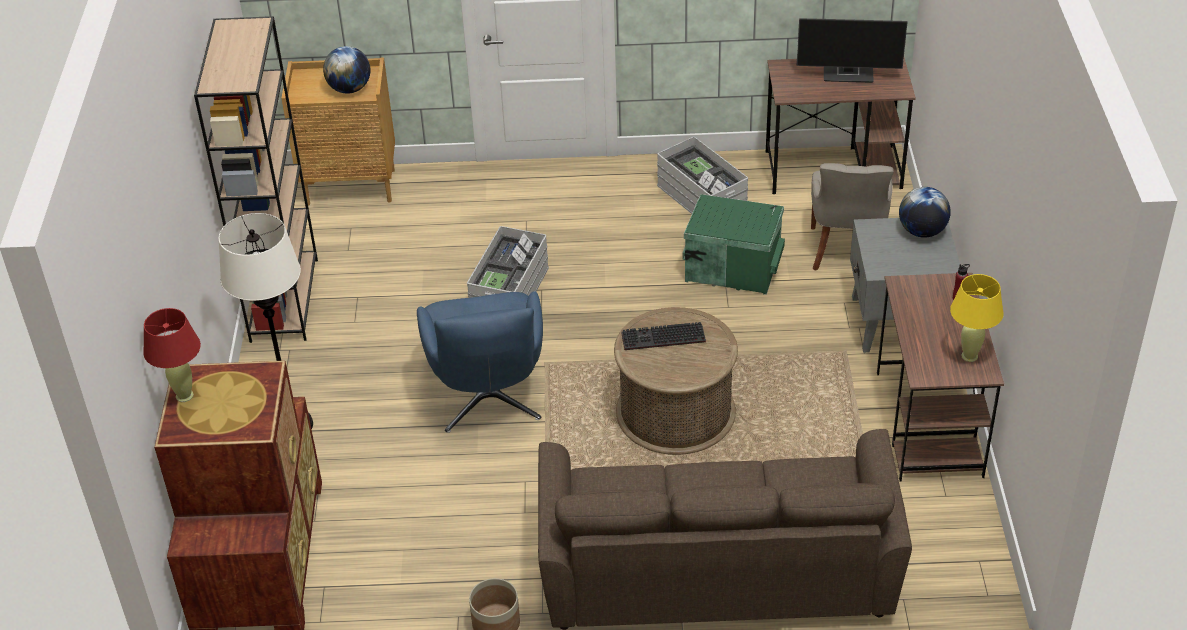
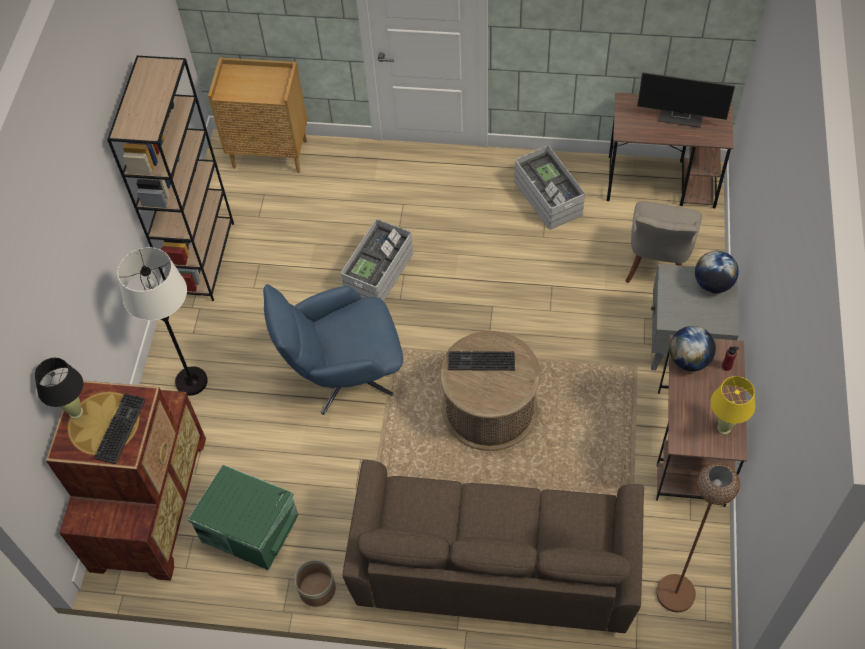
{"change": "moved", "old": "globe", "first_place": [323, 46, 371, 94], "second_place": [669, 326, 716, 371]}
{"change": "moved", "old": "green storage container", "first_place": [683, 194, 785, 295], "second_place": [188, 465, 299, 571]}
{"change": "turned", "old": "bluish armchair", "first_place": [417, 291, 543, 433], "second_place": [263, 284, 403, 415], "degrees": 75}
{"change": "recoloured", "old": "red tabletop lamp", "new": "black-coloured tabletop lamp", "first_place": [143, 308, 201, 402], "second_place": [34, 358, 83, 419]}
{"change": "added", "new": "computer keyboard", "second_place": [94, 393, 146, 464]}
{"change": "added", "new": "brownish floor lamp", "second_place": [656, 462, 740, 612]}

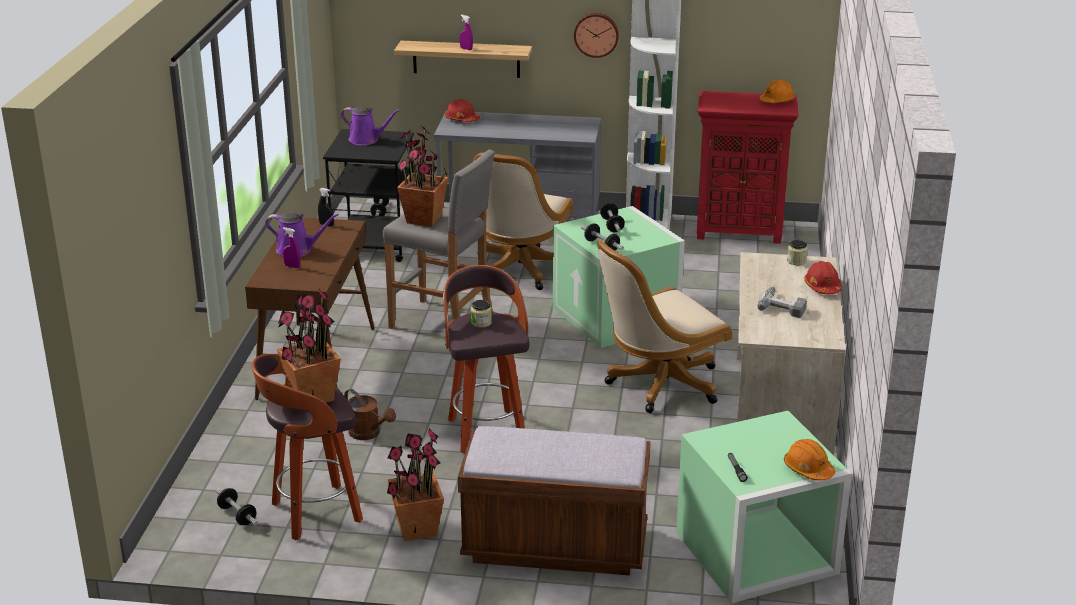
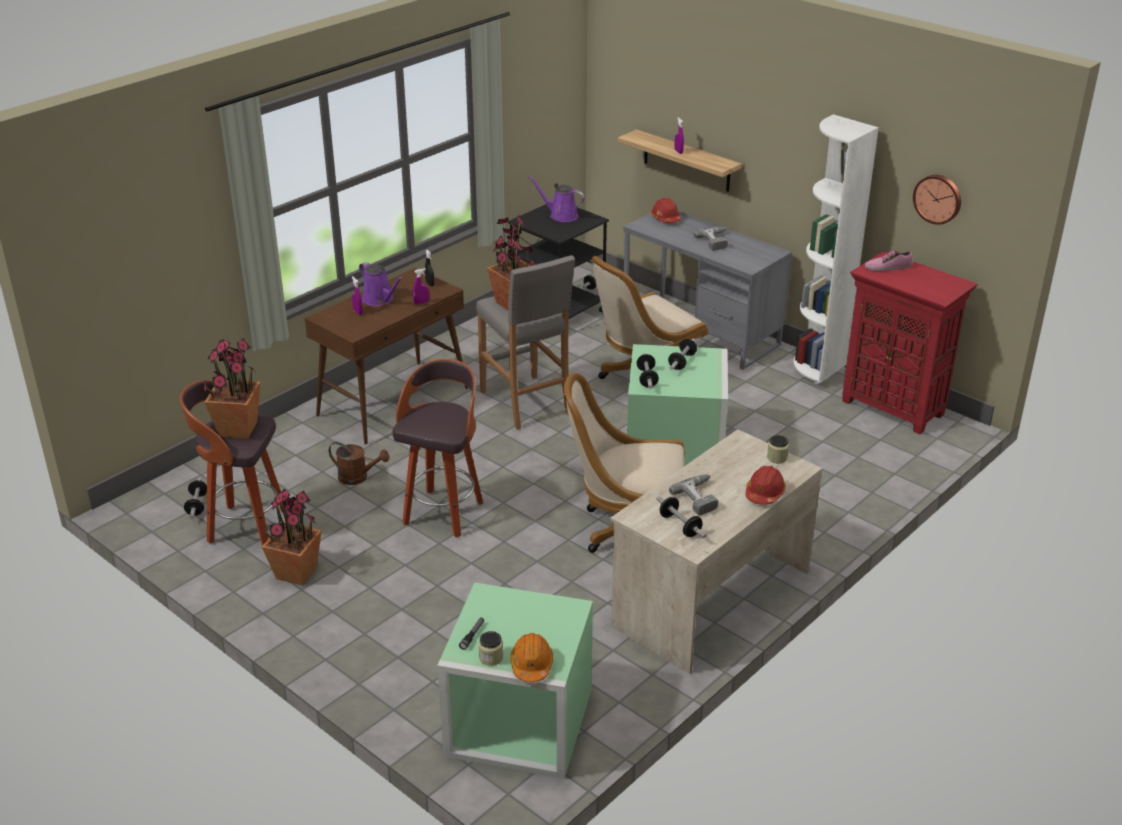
{"change": "moved", "old": "wall clock", "first_place": [574, 13, 619, 58], "second_place": [913, 175, 961, 225]}
{"change": "removed", "old": "orange hard hat", "first_place": [759, 80, 795, 103]}
{"change": "turned", "old": "purple watering can", "first_place": [341, 107, 400, 145], "second_place": [528, 176, 585, 222], "degrees": 150}
{"change": "moved", "old": "storage jar", "first_place": [471, 300, 492, 328], "second_place": [478, 631, 503, 666]}
{"change": "turned", "old": "brownish watering can", "first_place": [344, 389, 396, 440], "second_place": [329, 442, 389, 485], "degrees": -60}
{"change": "removed", "old": "brownish long seat", "first_place": [458, 426, 651, 576]}
{"change": "added", "new": "power drill", "second_place": [694, 227, 728, 251]}
{"change": "added", "new": "low shoe", "second_place": [865, 250, 913, 271]}
{"change": "added", "new": "purple sprayer", "second_place": [413, 268, 429, 305]}
{"change": "added", "new": "free weight", "second_place": [656, 496, 707, 539]}

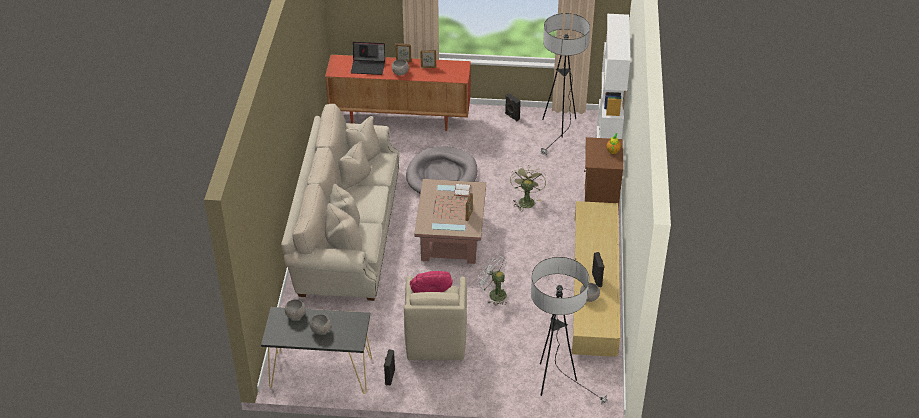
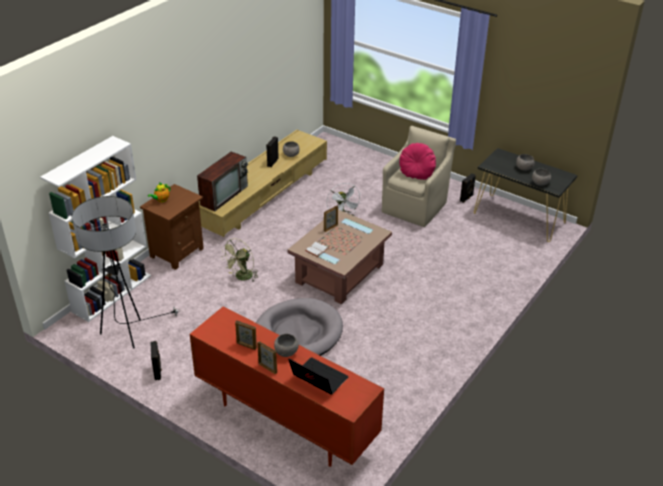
{"change": "removed", "old": "beige settee", "first_place": [281, 104, 399, 301]}
{"change": "removed", "old": "floor lamp", "first_place": [531, 257, 609, 405]}
{"change": "added", "new": "television", "second_place": [197, 151, 248, 211]}

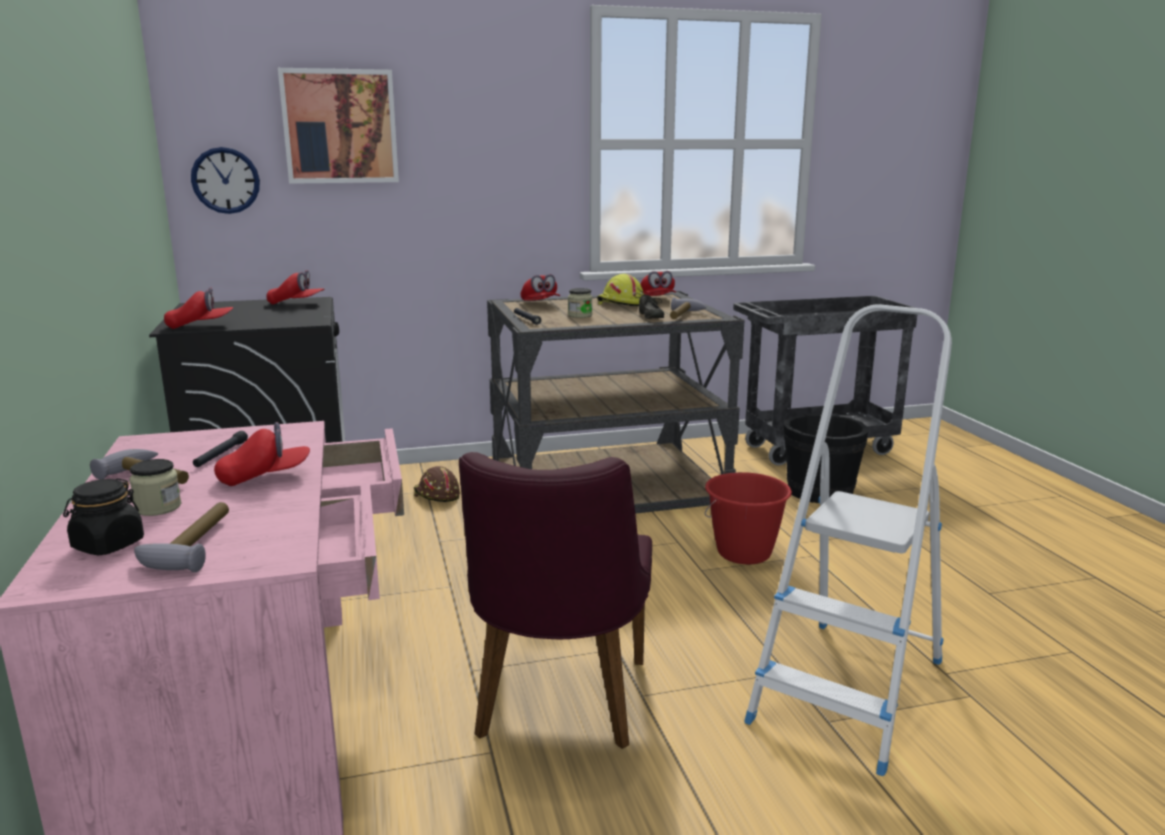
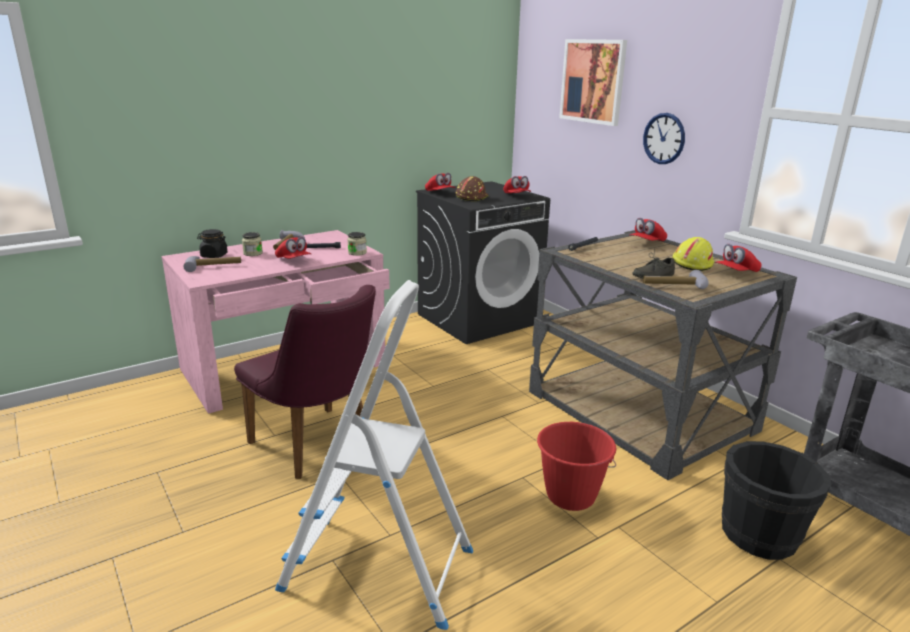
{"change": "moved", "old": "wall clock", "first_place": [191, 147, 260, 214], "second_place": [643, 113, 685, 164]}
{"change": "moved", "old": "storage jar", "first_place": [568, 288, 592, 318], "second_place": [347, 232, 367, 256]}
{"change": "turned", "old": "purple chair", "first_place": [459, 452, 652, 749], "second_place": [234, 285, 376, 479], "degrees": -120}
{"change": "moved", "old": "brownish hard hat", "first_place": [414, 466, 460, 502], "second_place": [455, 176, 488, 201]}

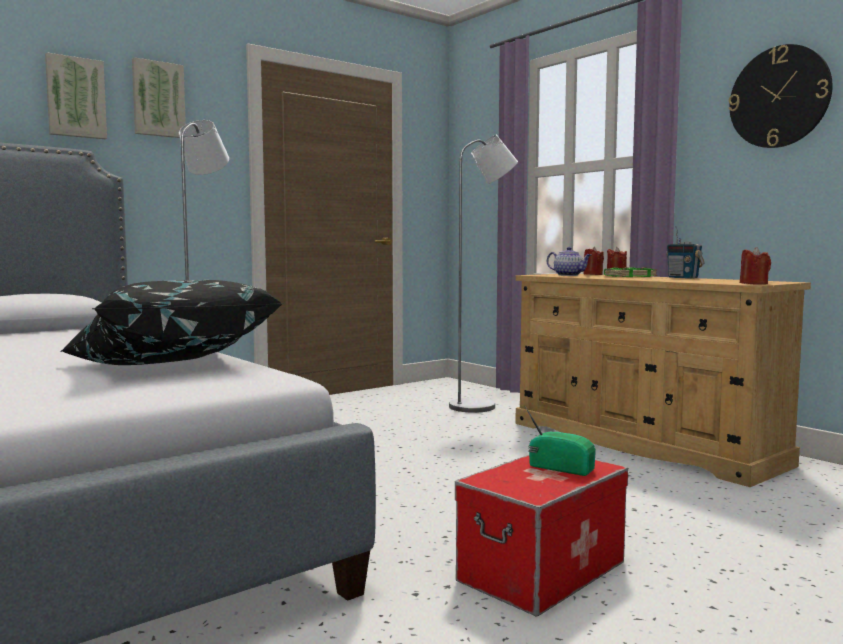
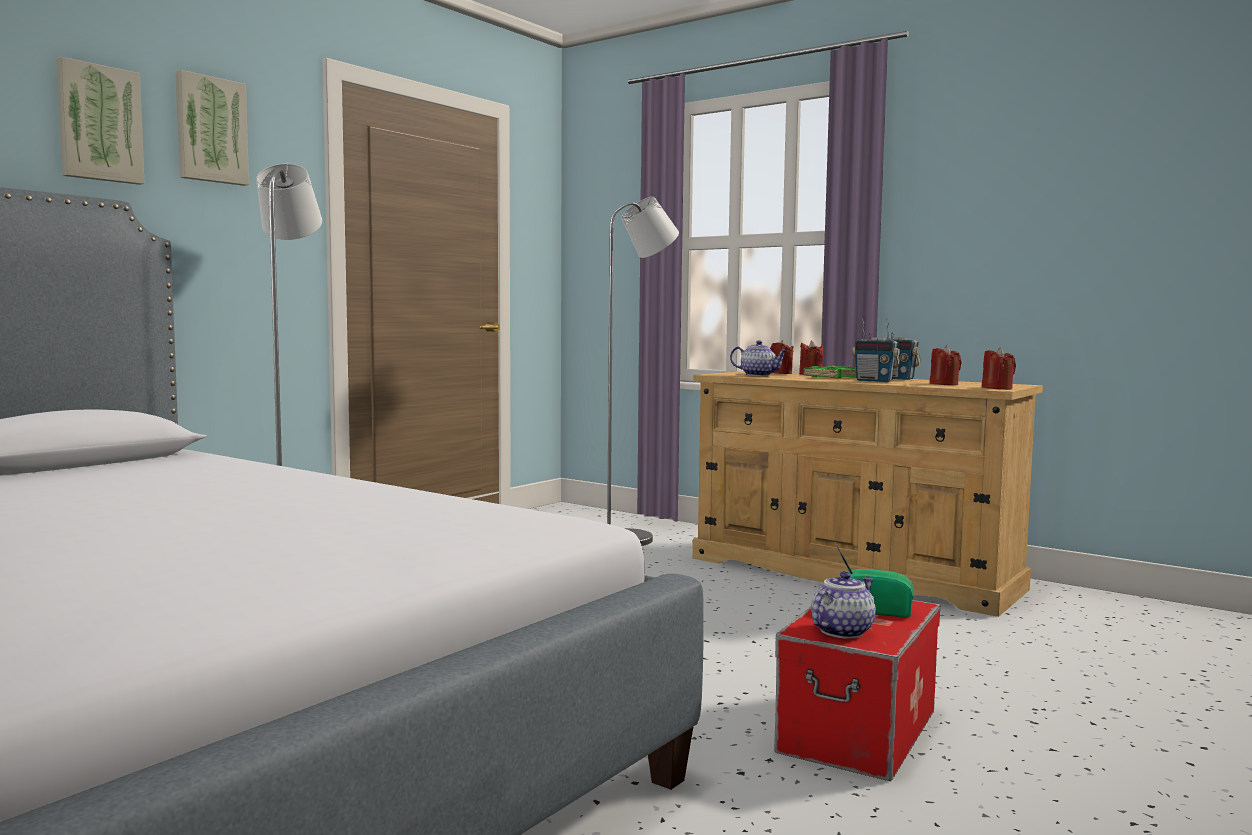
{"change": "removed", "old": "wall clock", "first_place": [729, 44, 833, 148]}
{"change": "removed", "old": "black-coloured cushion", "first_place": [60, 280, 284, 365]}
{"change": "added", "new": "radio receiver", "second_place": [852, 318, 900, 382]}
{"change": "added", "new": "red candle", "second_place": [930, 345, 962, 385]}
{"change": "added", "new": "pot for tea", "second_place": [811, 571, 876, 639]}

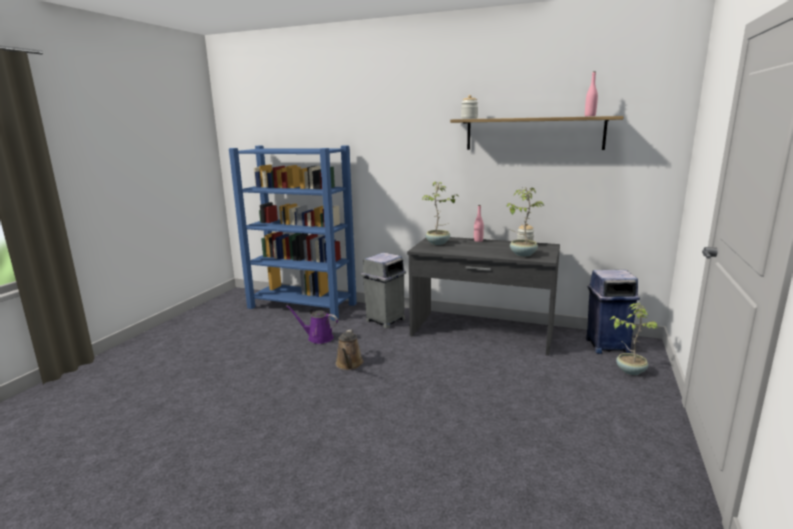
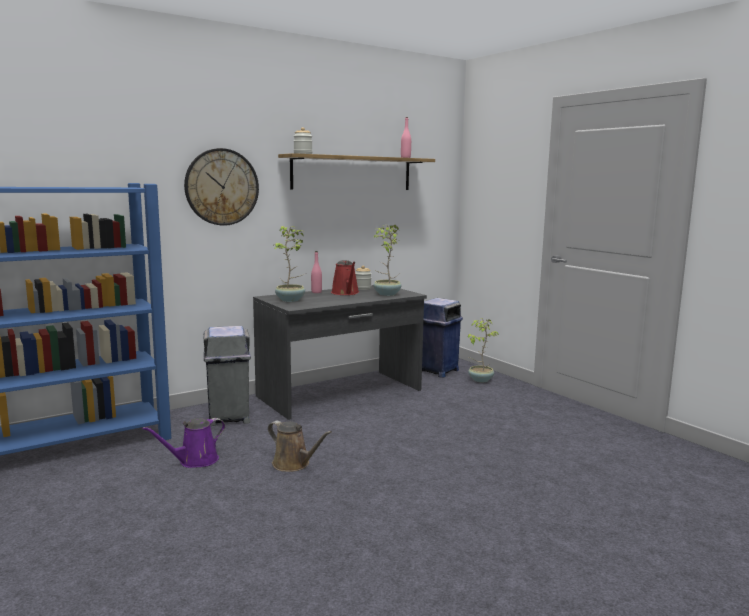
{"change": "added", "new": "wall clock", "second_place": [184, 148, 259, 226]}
{"change": "added", "new": "red watering can", "second_place": [331, 260, 359, 295]}

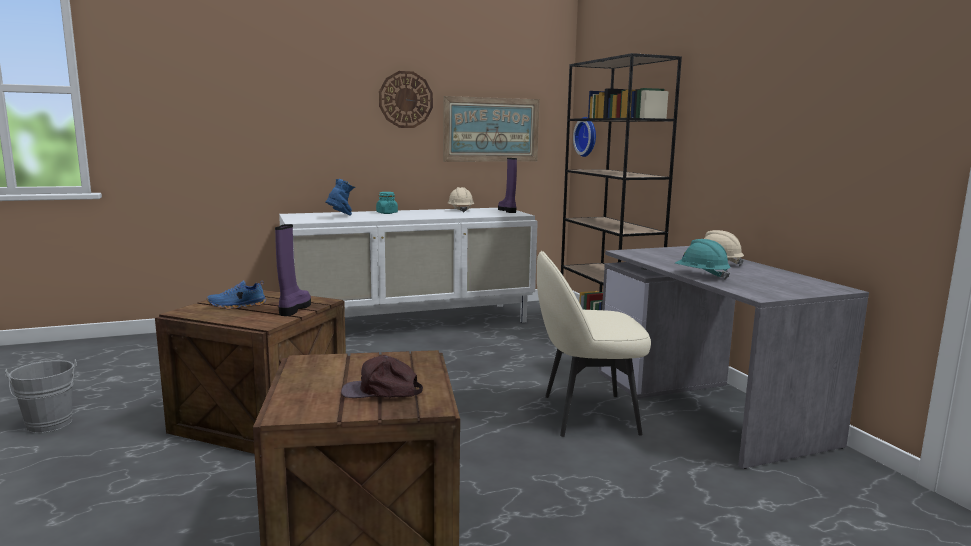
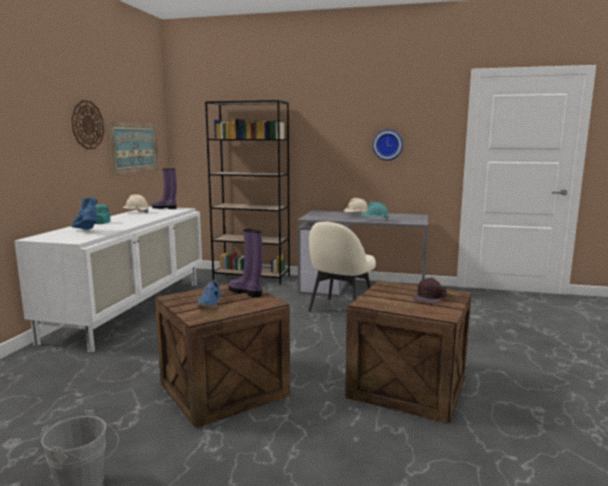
{"change": "moved", "old": "wall clock", "first_place": [573, 117, 596, 157], "second_place": [373, 130, 403, 160]}

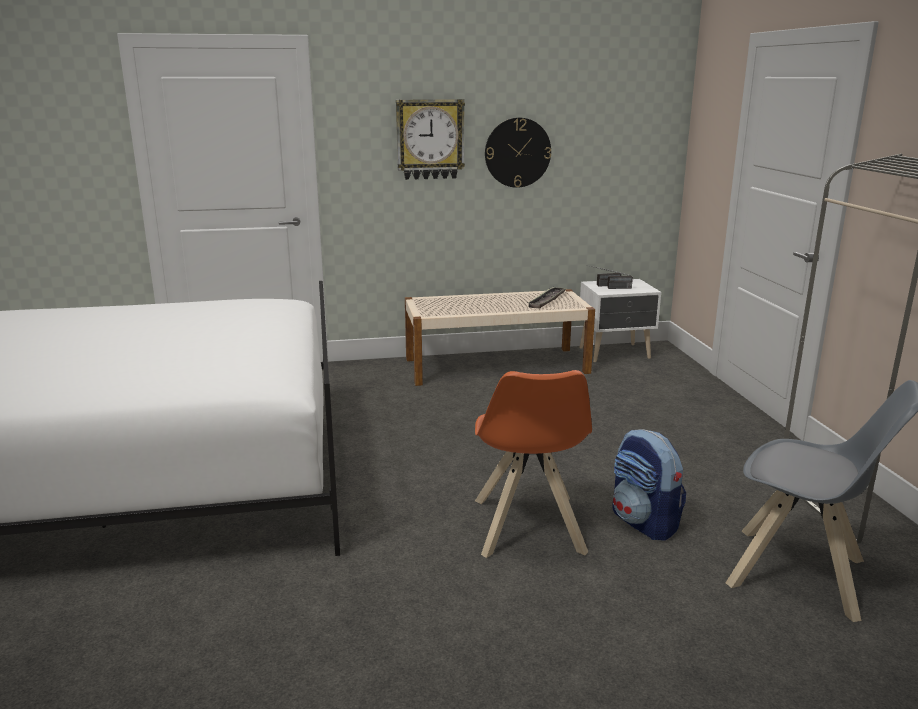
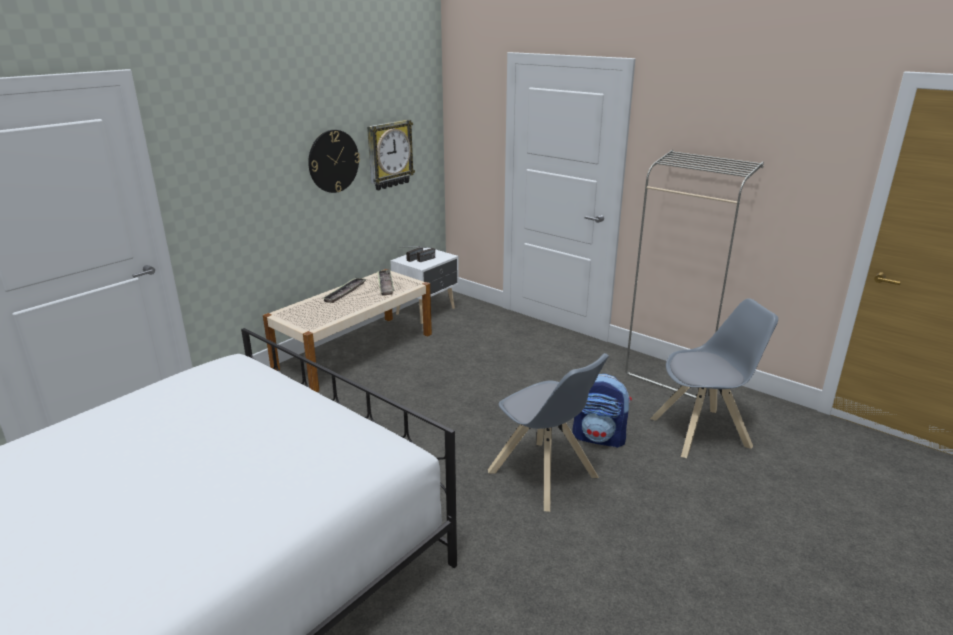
{"change": "moved", "old": "wall clock", "first_place": [396, 99, 465, 180], "second_place": [367, 120, 415, 190]}
{"change": "recoloured", "old": "orange chair", "new": "greyish chair", "first_place": [475, 370, 592, 558], "second_place": [488, 353, 609, 512]}
{"change": "added", "new": "tray", "second_place": [323, 278, 366, 303]}

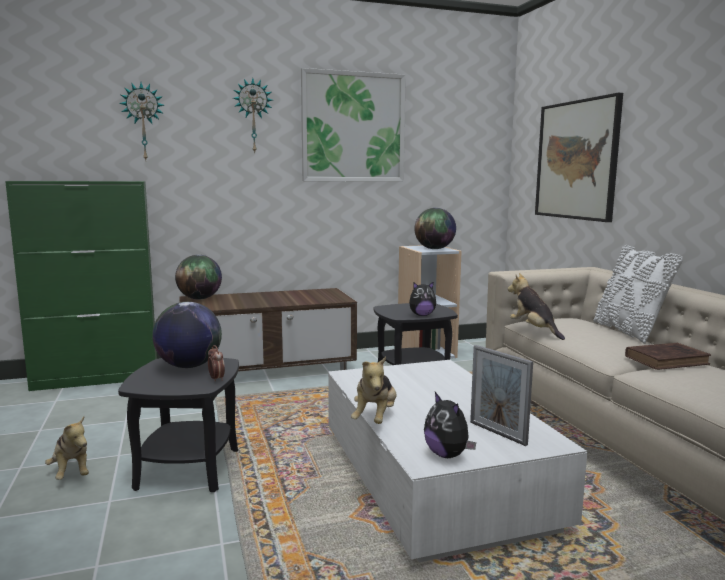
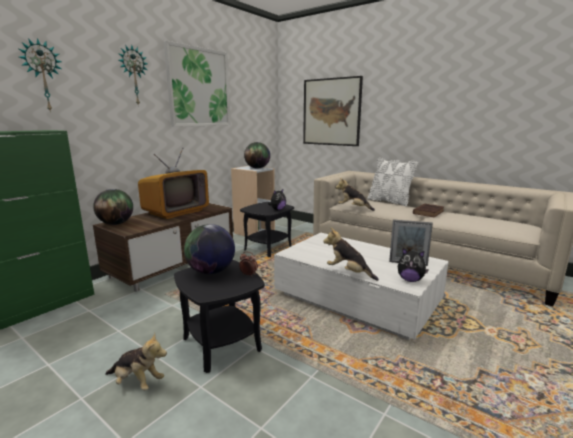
{"change": "turned", "old": "plush toy", "first_place": [351, 357, 396, 424], "second_place": [323, 228, 379, 281], "degrees": 150}
{"change": "added", "new": "television", "second_place": [138, 147, 209, 219]}

